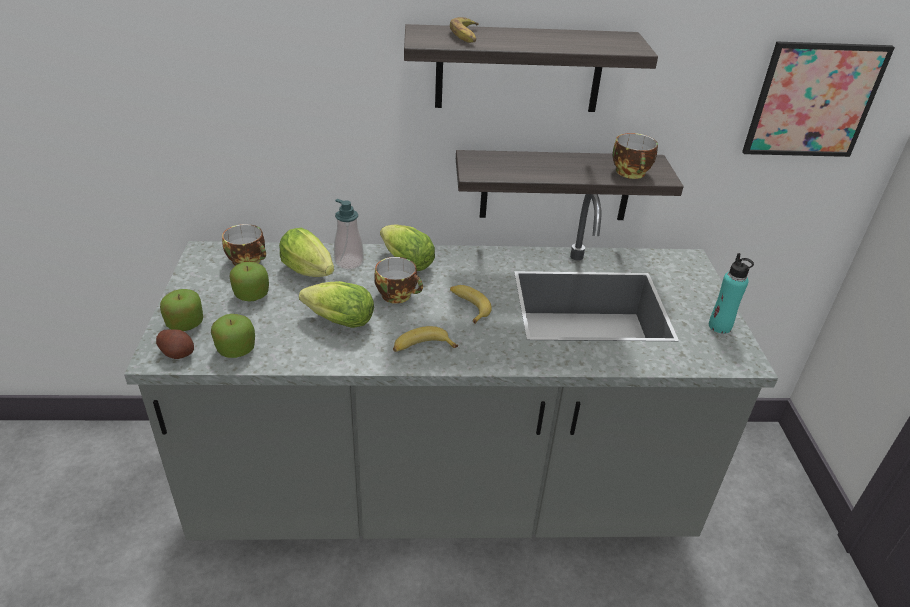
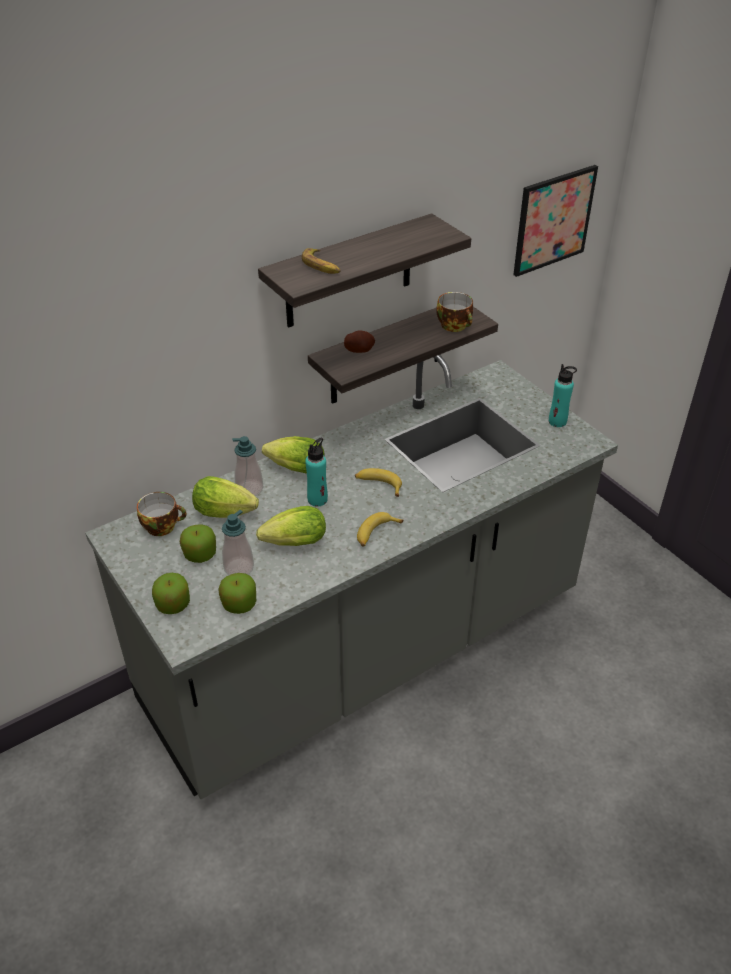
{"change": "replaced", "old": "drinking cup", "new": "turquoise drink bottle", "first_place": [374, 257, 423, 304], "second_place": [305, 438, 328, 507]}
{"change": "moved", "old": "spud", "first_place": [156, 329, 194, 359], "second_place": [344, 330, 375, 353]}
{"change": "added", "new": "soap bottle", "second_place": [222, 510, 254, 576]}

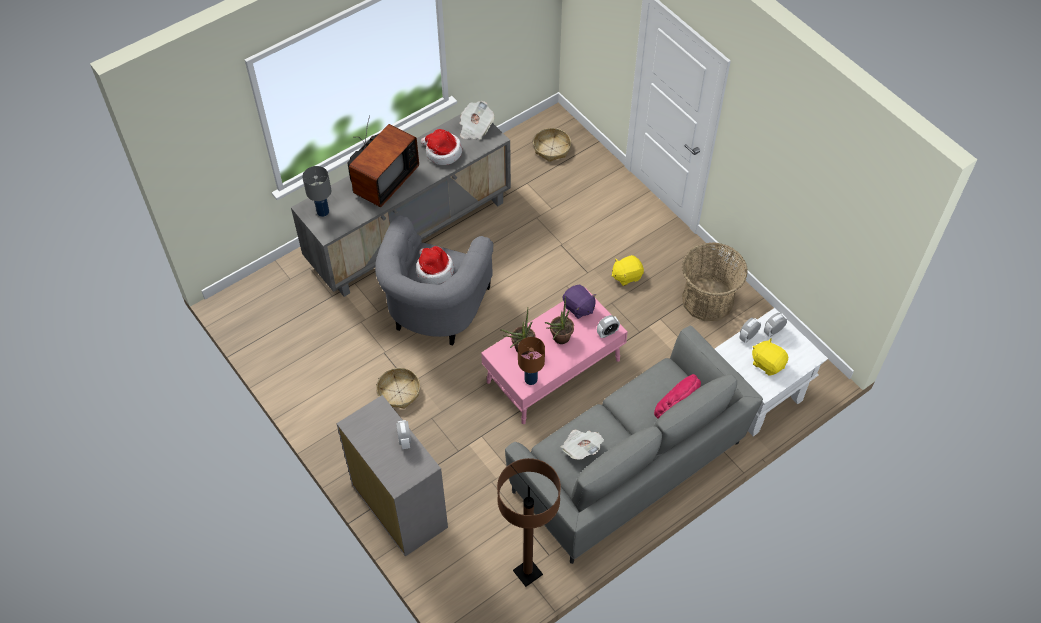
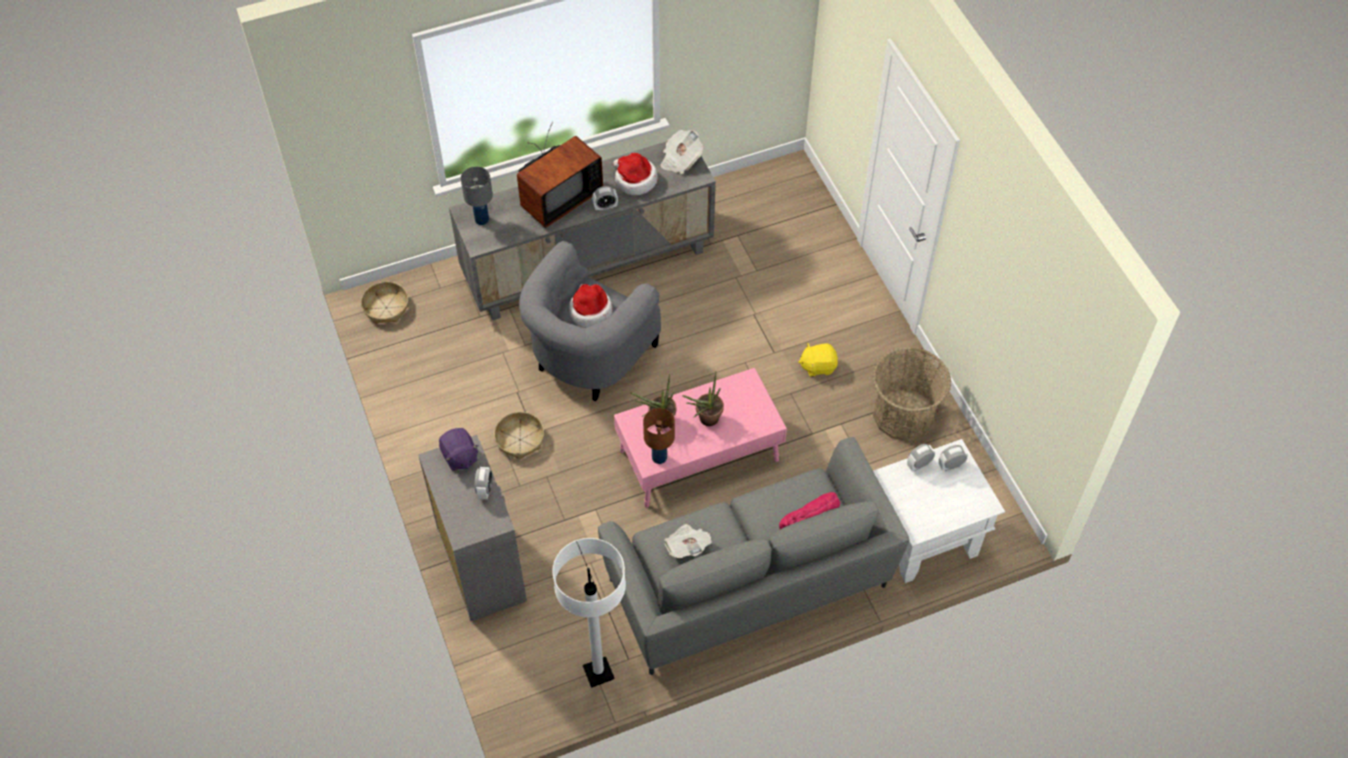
{"change": "moved", "old": "household basket", "first_place": [533, 128, 571, 162], "second_place": [361, 282, 408, 324]}
{"change": "moved", "old": "purple plush toy", "first_place": [563, 285, 596, 319], "second_place": [439, 428, 478, 471]}
{"change": "moved", "old": "table clock", "first_place": [597, 315, 620, 338], "second_place": [592, 186, 618, 211]}
{"change": "removed", "old": "yellowish plush toy", "first_place": [752, 338, 788, 376]}
{"change": "recoloured", "old": "brownish floor lamp", "new": "white-coloured floor lamp", "first_place": [497, 458, 561, 587], "second_place": [552, 538, 626, 688]}

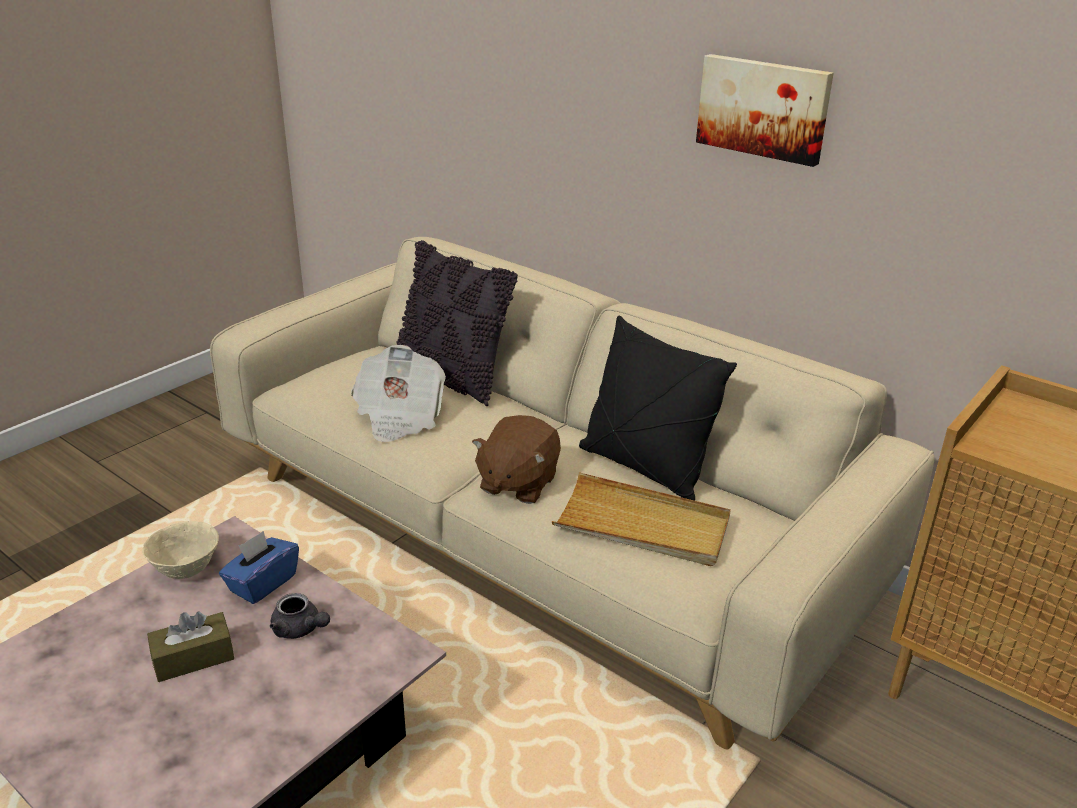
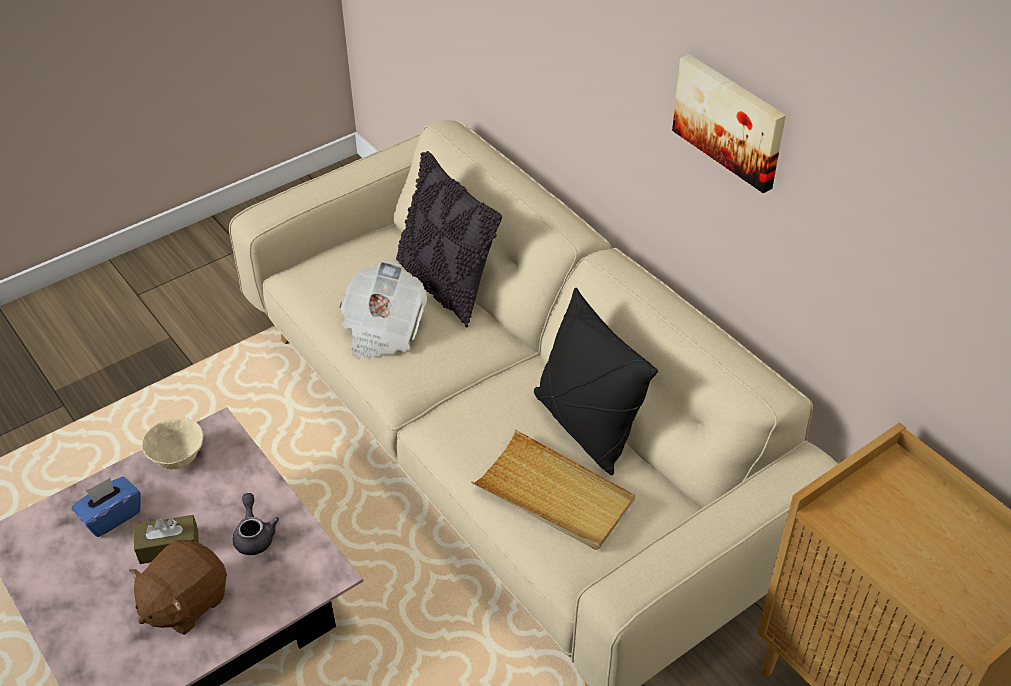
{"change": "moved", "old": "brownish plush toy", "first_place": [472, 415, 561, 504], "second_place": [129, 539, 227, 635]}
{"change": "moved", "old": "bluish box of tissues", "first_place": [219, 531, 299, 604], "second_place": [72, 476, 141, 537]}
{"change": "turned", "old": "greyish pot for tea", "first_place": [270, 593, 330, 639], "second_place": [233, 493, 279, 555], "degrees": -150}

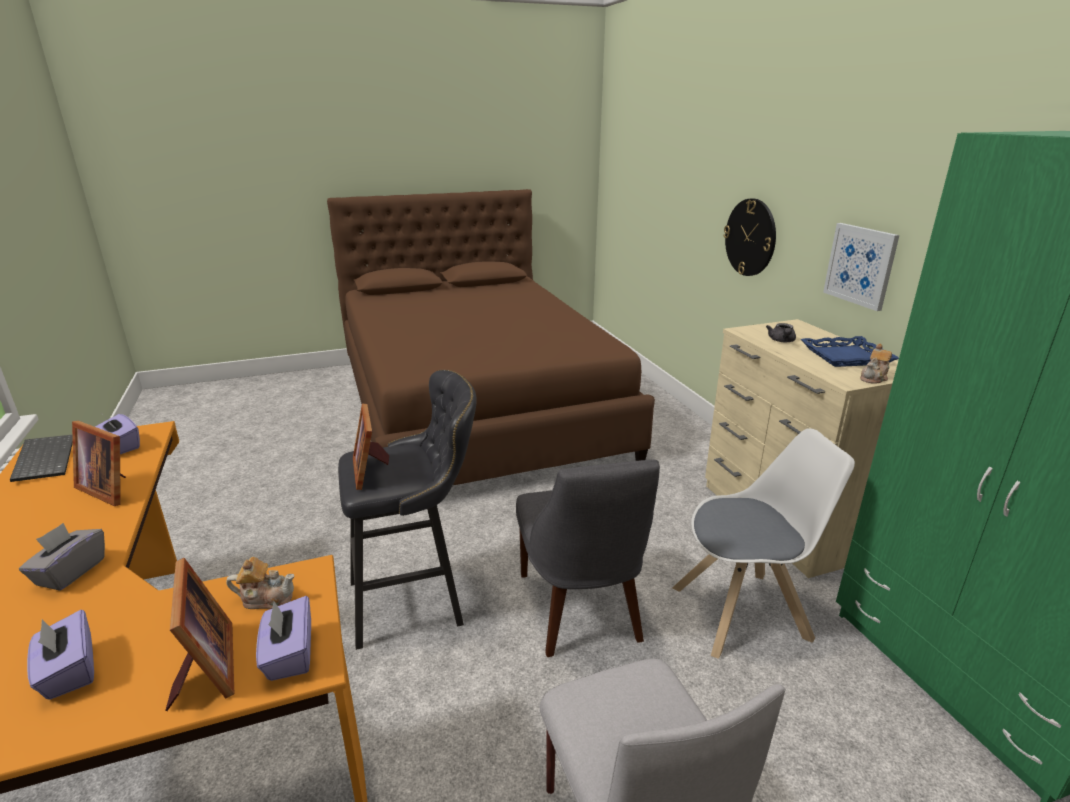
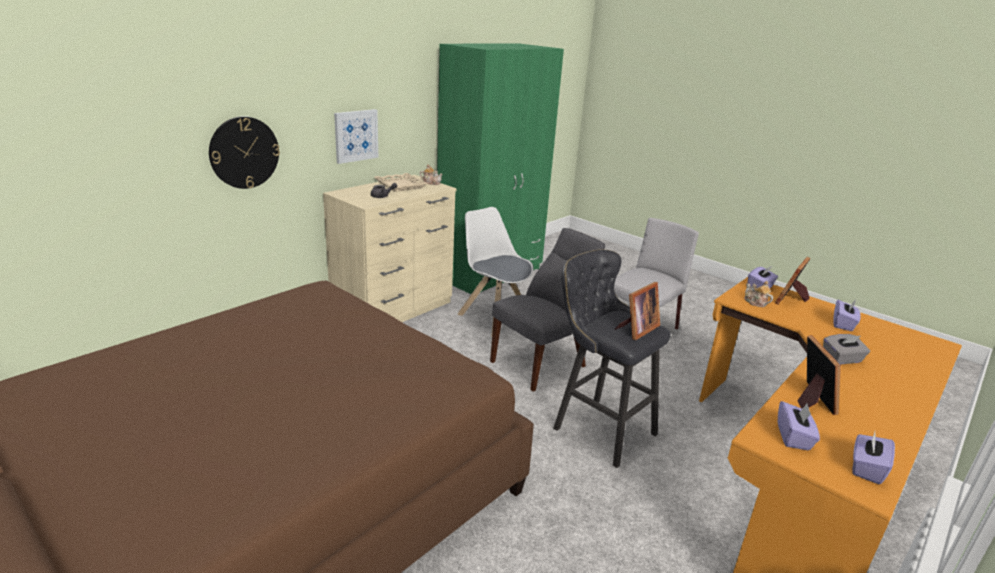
{"change": "recoloured", "old": "bluish tray", "new": "beige tray", "first_place": [801, 336, 899, 367], "second_place": [374, 173, 427, 192]}
{"change": "replaced", "old": "computer keyboard", "new": "purple box of tissues", "first_place": [10, 435, 73, 482], "second_place": [852, 432, 895, 484]}

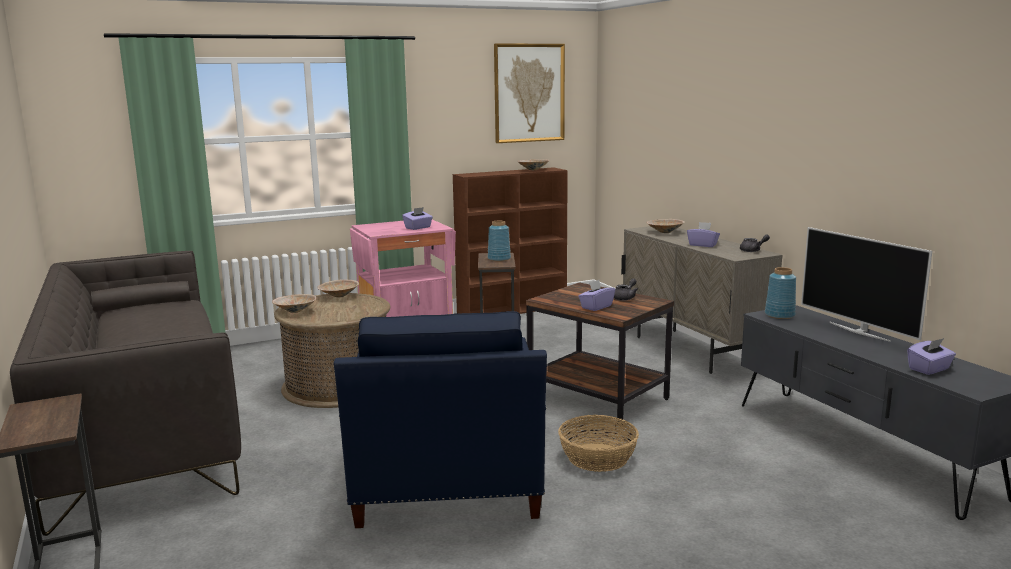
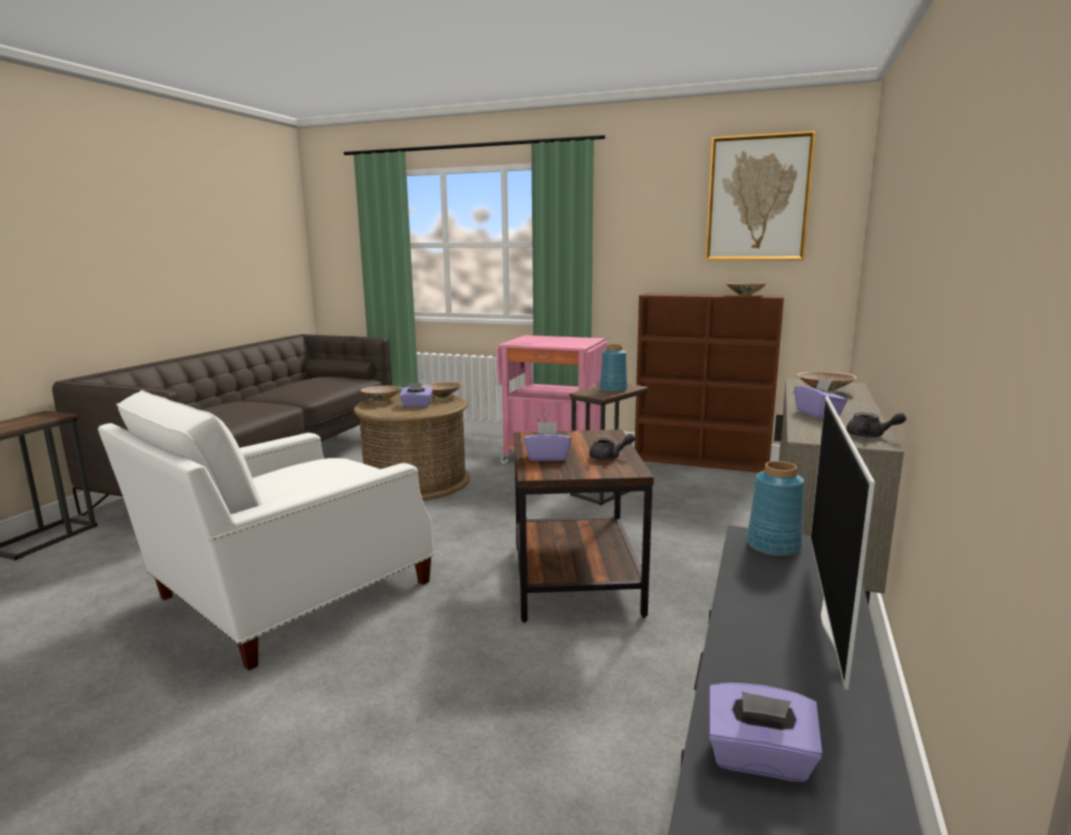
{"change": "moved", "old": "purple box of tissues", "first_place": [402, 207, 433, 230], "second_place": [400, 383, 433, 407]}
{"change": "recoloured", "old": "bluish armchair", "new": "white-coloured armchair", "first_place": [334, 311, 547, 528], "second_place": [98, 390, 434, 670]}
{"change": "removed", "old": "household basket", "first_place": [558, 415, 639, 472]}

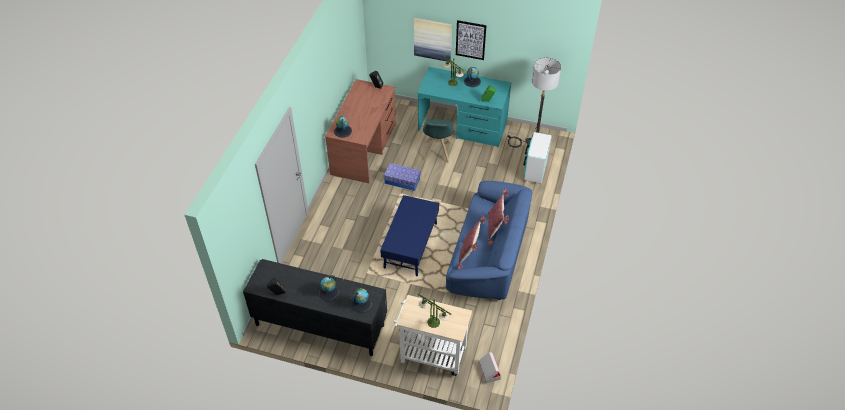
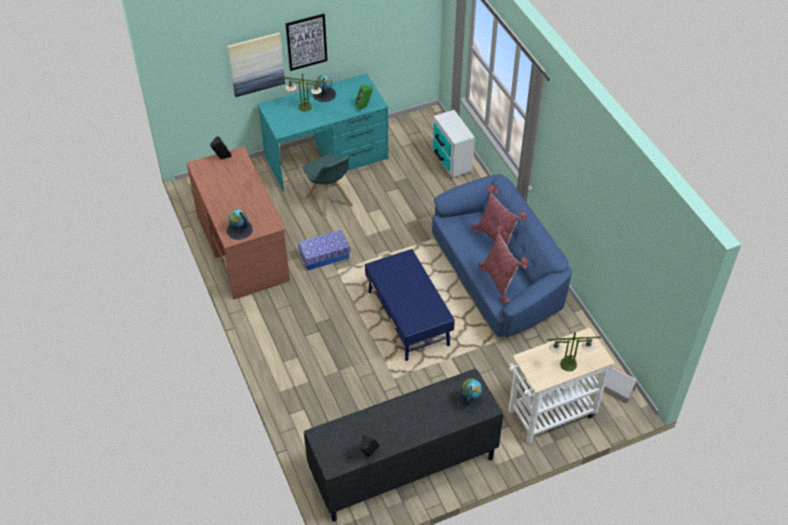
{"change": "removed", "old": "floor lamp", "first_place": [508, 57, 561, 148]}
{"change": "removed", "old": "globe", "first_place": [319, 275, 340, 301]}

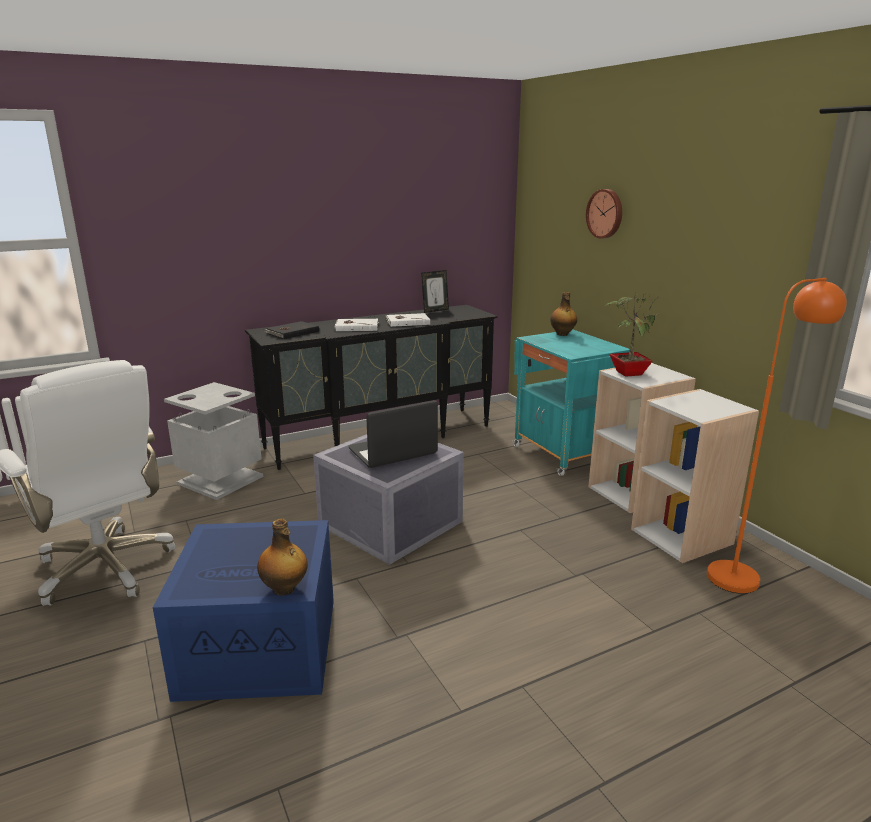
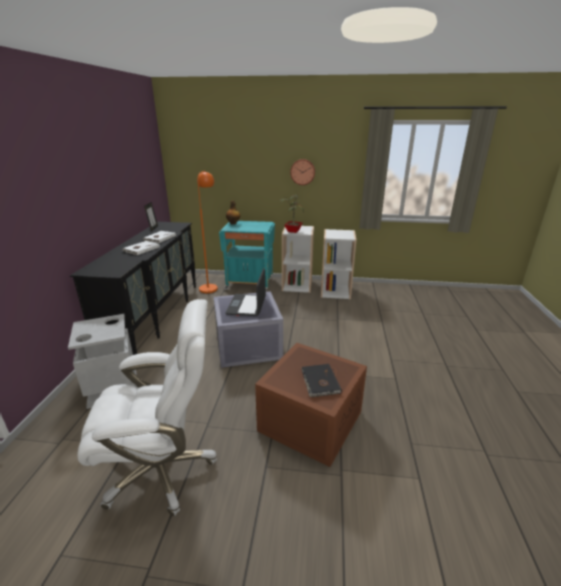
{"change": "moved", "old": "wall clock", "first_place": [586, 189, 622, 239], "second_place": [290, 159, 315, 185]}
{"change": "moved", "old": "orange floor lamp", "first_place": [707, 278, 847, 594], "second_place": [197, 171, 218, 294]}
{"change": "moved", "old": "black-coloured bound book", "first_place": [265, 321, 319, 339], "second_place": [301, 364, 342, 397]}
{"change": "removed", "old": "drink bottle", "first_place": [257, 519, 308, 596]}
{"change": "recoloured", "old": "bluish storage container", "new": "brownish storage container", "first_place": [153, 520, 334, 702], "second_place": [255, 343, 367, 467]}

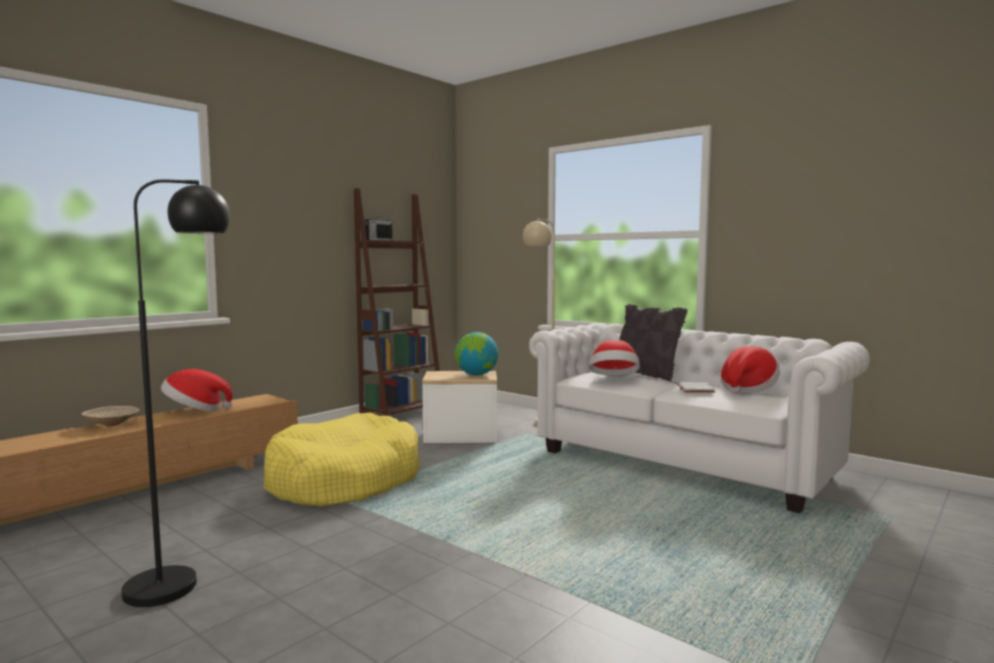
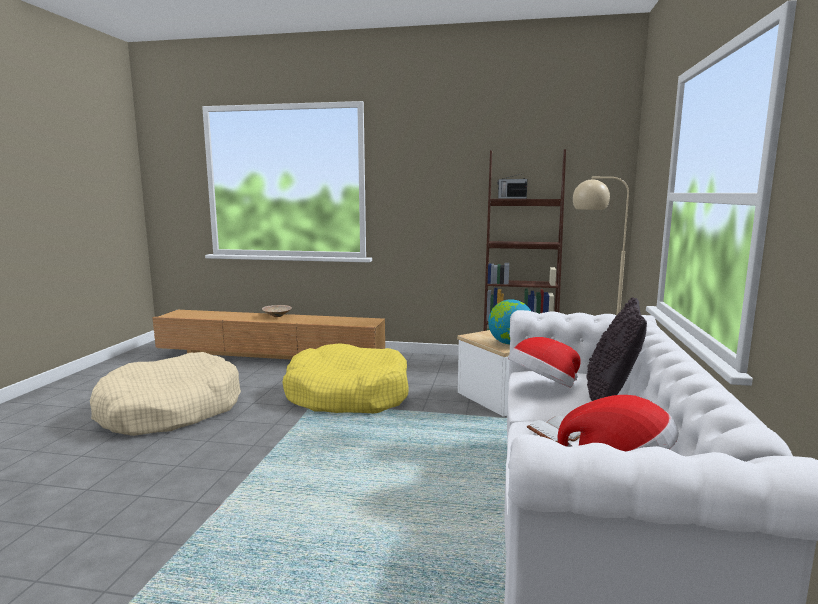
{"change": "replaced", "old": "black-coloured floor lamp", "new": "beige dog bed", "first_place": [121, 179, 230, 607], "second_place": [90, 352, 241, 436]}
{"change": "removed", "old": "clothing hat", "first_place": [161, 369, 232, 411]}

